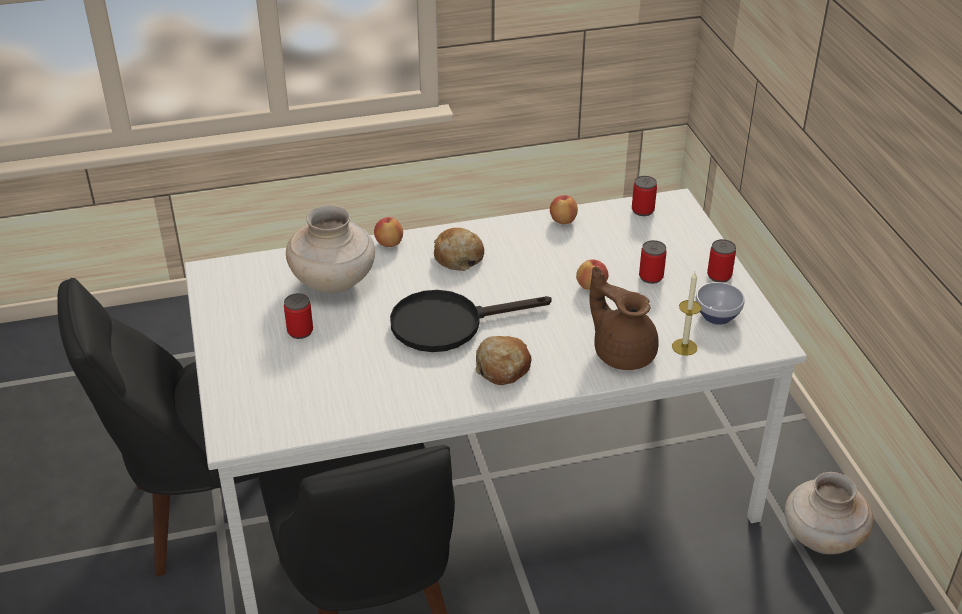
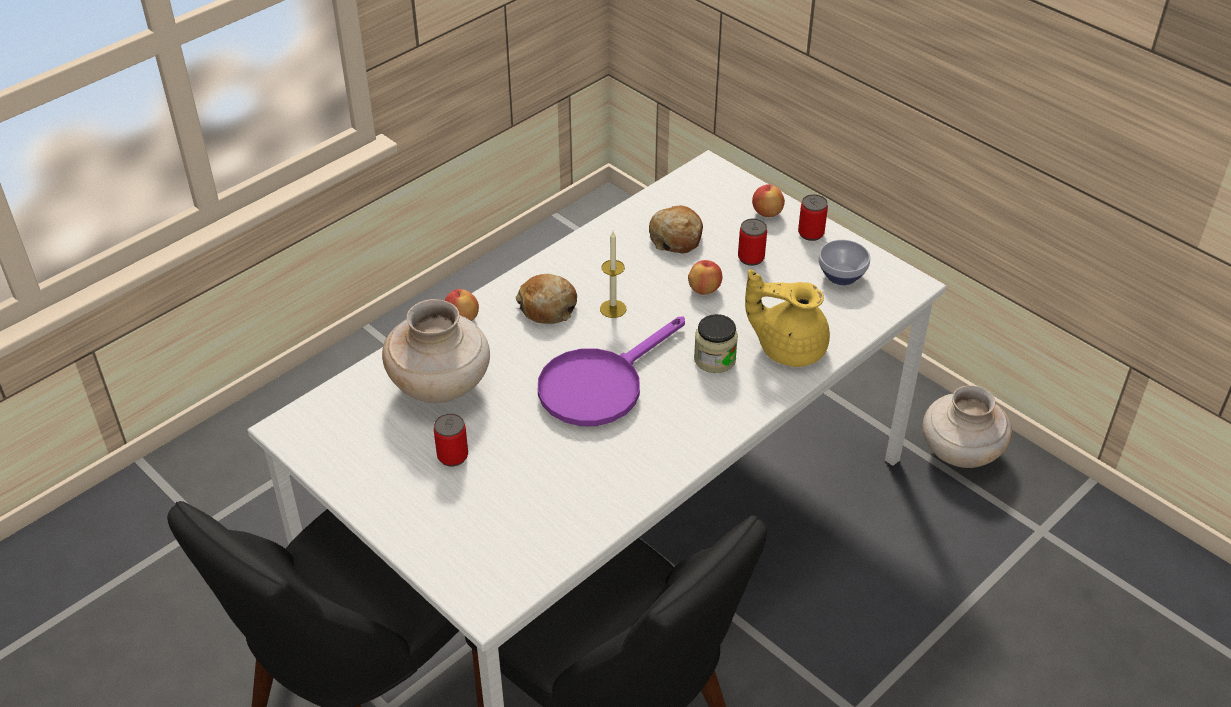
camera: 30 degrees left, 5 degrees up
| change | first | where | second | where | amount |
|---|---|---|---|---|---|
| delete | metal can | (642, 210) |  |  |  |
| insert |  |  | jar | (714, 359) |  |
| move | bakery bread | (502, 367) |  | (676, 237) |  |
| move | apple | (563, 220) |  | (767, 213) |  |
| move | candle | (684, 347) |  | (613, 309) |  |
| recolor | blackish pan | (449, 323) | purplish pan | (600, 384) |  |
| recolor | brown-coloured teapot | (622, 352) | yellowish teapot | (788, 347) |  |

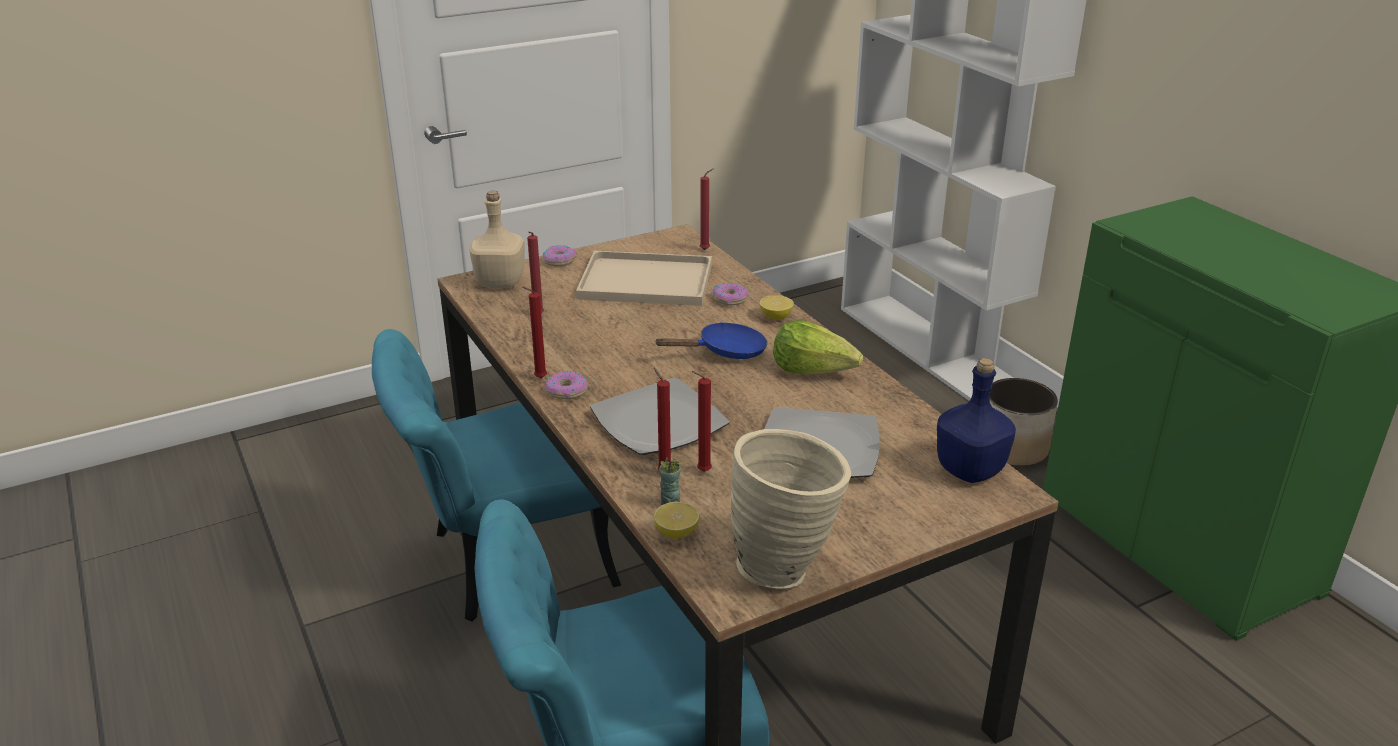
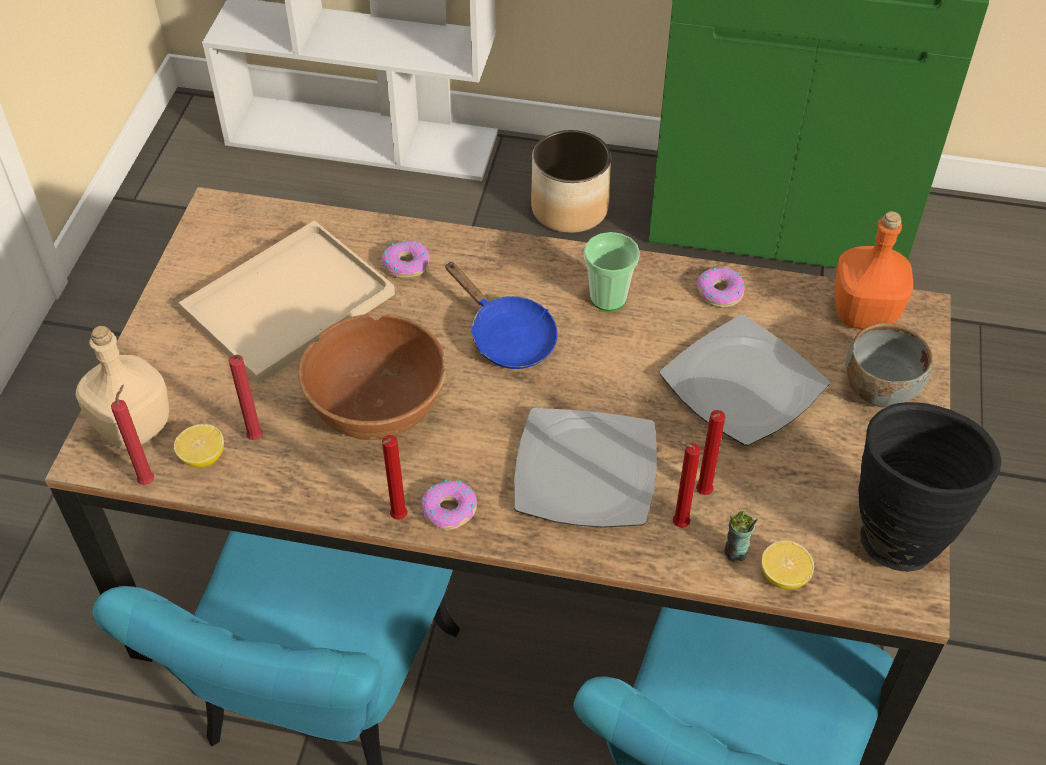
camera: 50 degrees left, 20 degrees up
| change | first | where | second | where | amount |
|---|---|---|---|---|---|
| insert |  |  | brown-coloured bowl | (377, 408) |  |
| insert |  |  | grey bowl | (879, 388) |  |
| move | ring doughnut | (559, 261) |  | (720, 292) |  |
| move | reddish candle | (706, 249) |  | (149, 480) |  |
| move | citrus fruit | (775, 317) |  | (203, 457) |  |
| replace | lettuce head | (813, 370) | drinking cup | (608, 298) |  |
| recolor | beige vase | (786, 567) | blackish vase | (898, 530) |  |
| recolor | bluish beverage bottle | (969, 470) | orange-coloured beverage bottle | (864, 314) |  |
| rotate | bluish pan | (725, 351) |  | (507, 336) | 120 degrees clockwise |

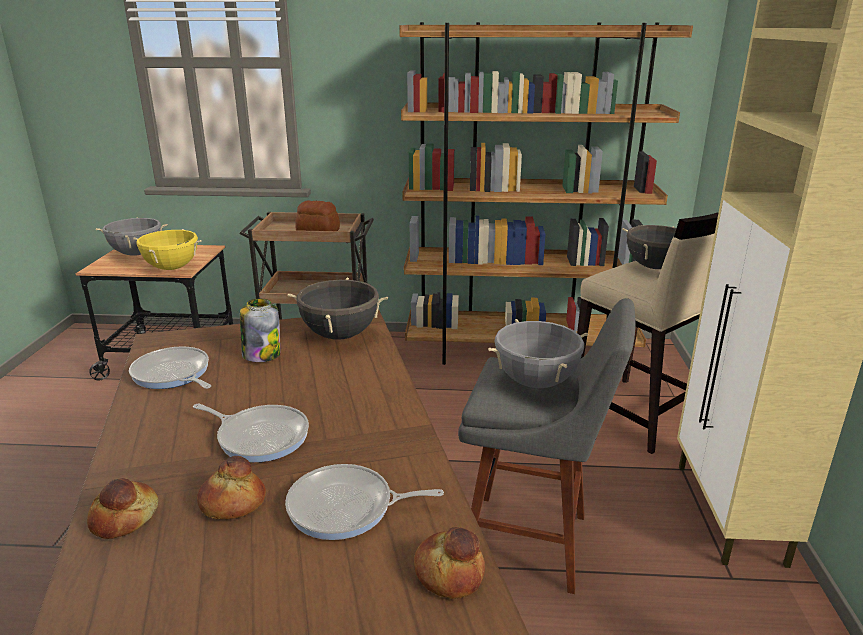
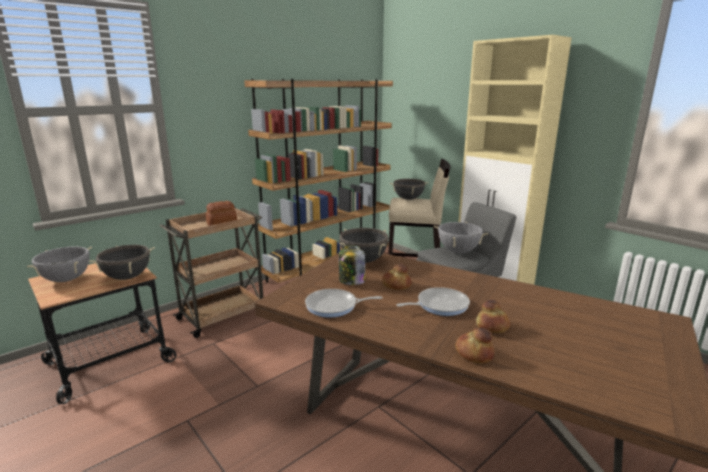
camera: 45 degrees left, 5 degrees down
| change | first | where | second | where | amount |
|---|---|---|---|---|---|
| delete | pan | (346, 508) |  |  |  |
| move | bakery bread | (450, 573) |  | (396, 285) |  |
| recolor | yellowish cooking pot | (172, 268) | blackish cooking pot | (127, 277) |  |

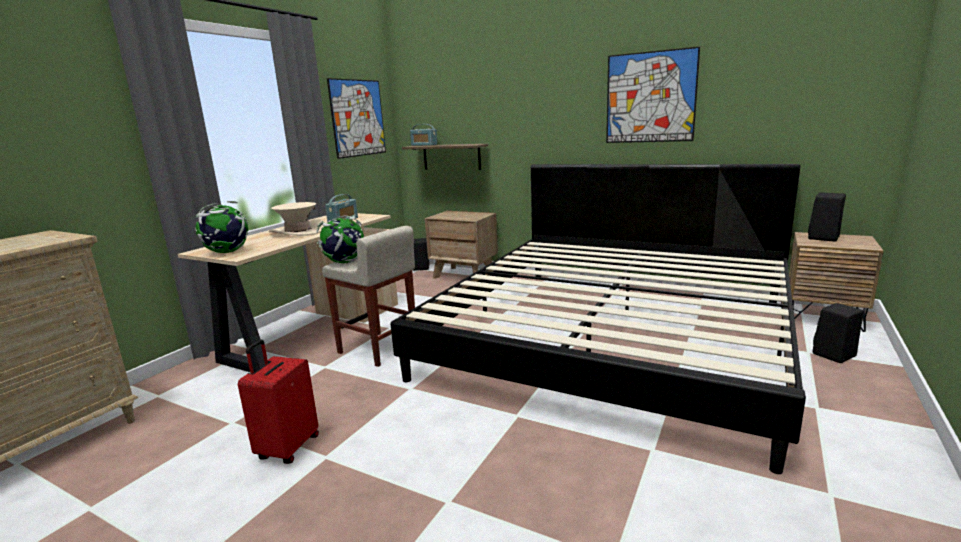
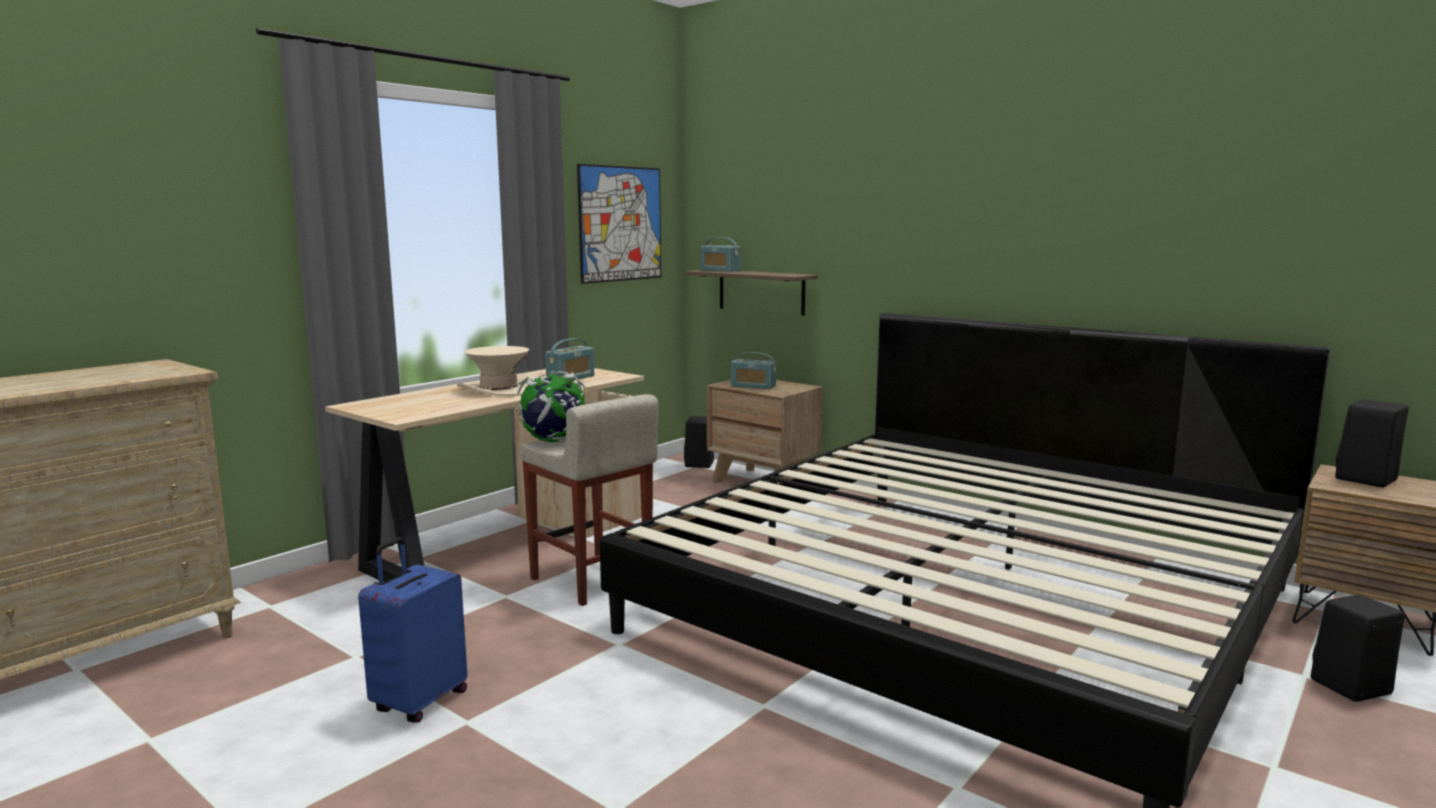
camera: 10 degrees right, 5 degrees down
| change | first | where | second | where | amount |
|---|---|---|---|---|---|
| delete | globe | (227, 252) |  |  |  |
| delete | wall picture | (650, 97) |  |  |  |
| insert |  |  | radio | (753, 386) |  |
| recolor | reddish travel case | (287, 448) | bluish travel case | (419, 702) |  |

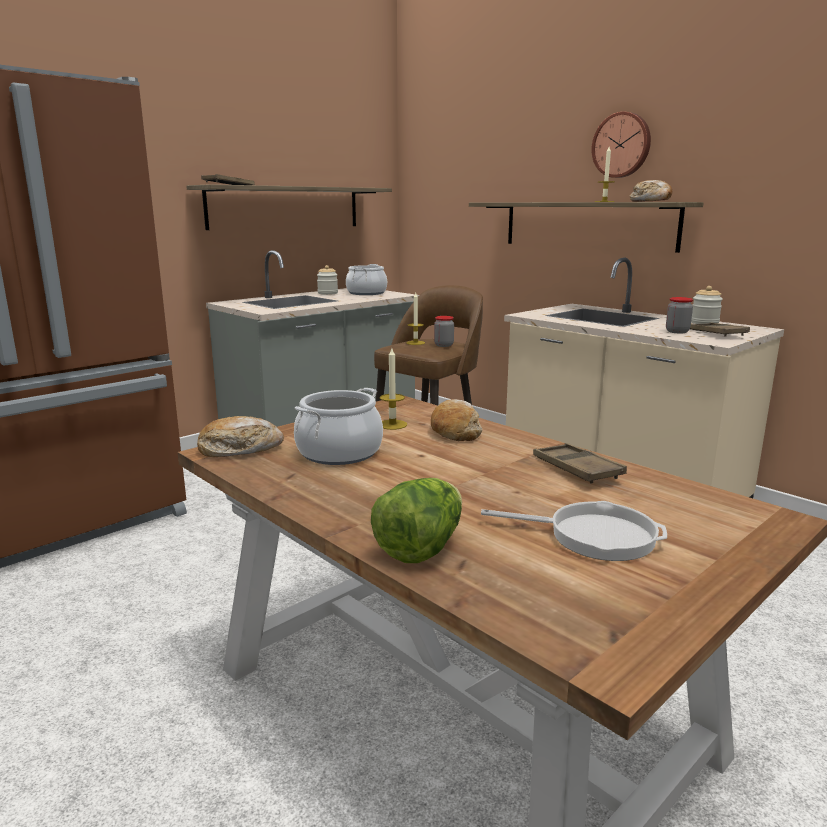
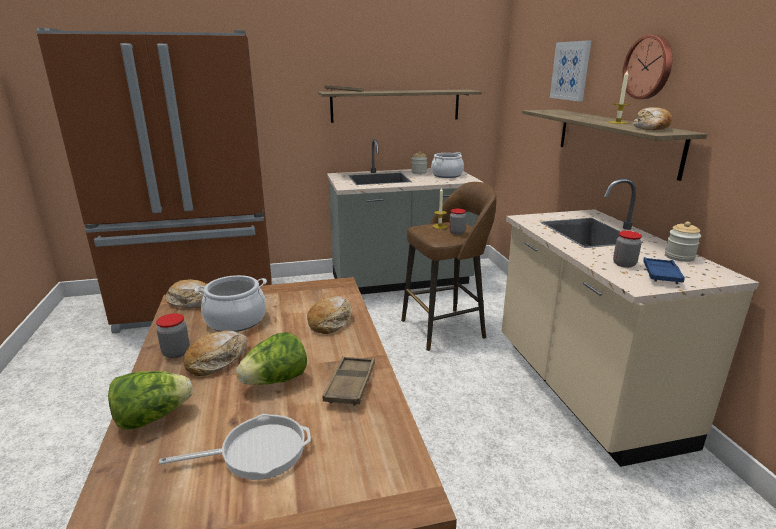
camera: 30 degrees right, 5 degrees up
| change | first | where | second | where | amount |
|---|---|---|---|---|---|
| delete | candle | (392, 424) |  |  |  |
| insert |  |  | jar | (176, 353) |  |
| insert |  |  | bakery bread | (217, 360) |  |
| insert |  |  | lettuce head | (275, 380) |  |
| insert |  |  | wall picture | (570, 71) |  |
| recolor | brown-coloured carrying tray | (716, 333) | bluish carrying tray | (661, 274) |  |
| rotate | pan | (593, 536) |  | (257, 451) | 60 degrees counterclockwise |

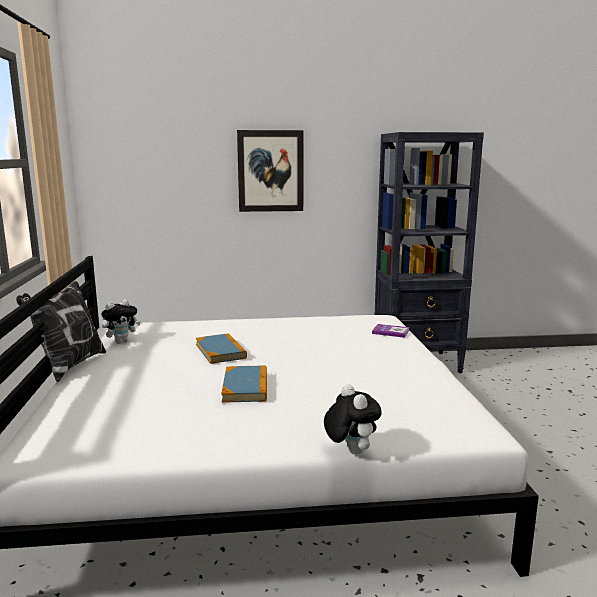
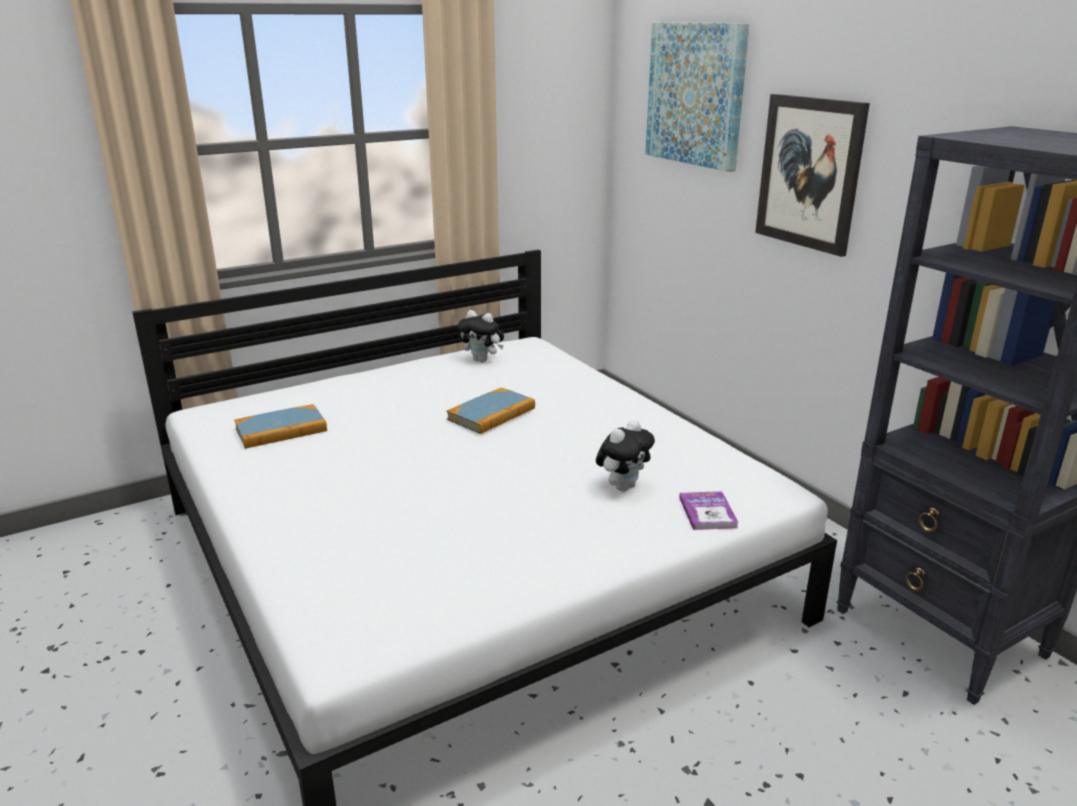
camera: 65 degrees right, 10 degrees up
| change | first | where | second | where | amount |
|---|---|---|---|---|---|
| delete | pillow | (69, 366) |  |  |  |
| insert |  |  | wall picture | (696, 94) |  |
| move | volume | (245, 387) |  | (281, 430) |  |
| move | soft toy | (350, 451) |  | (623, 486) |  |

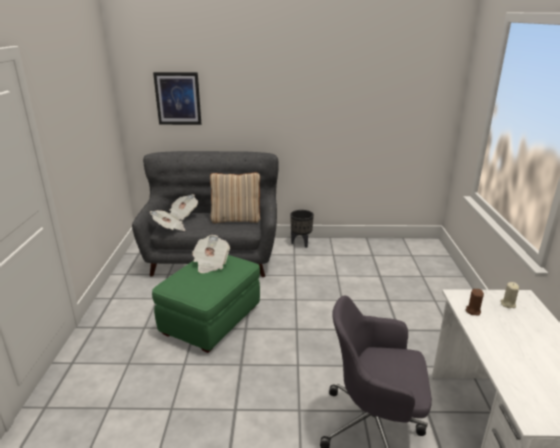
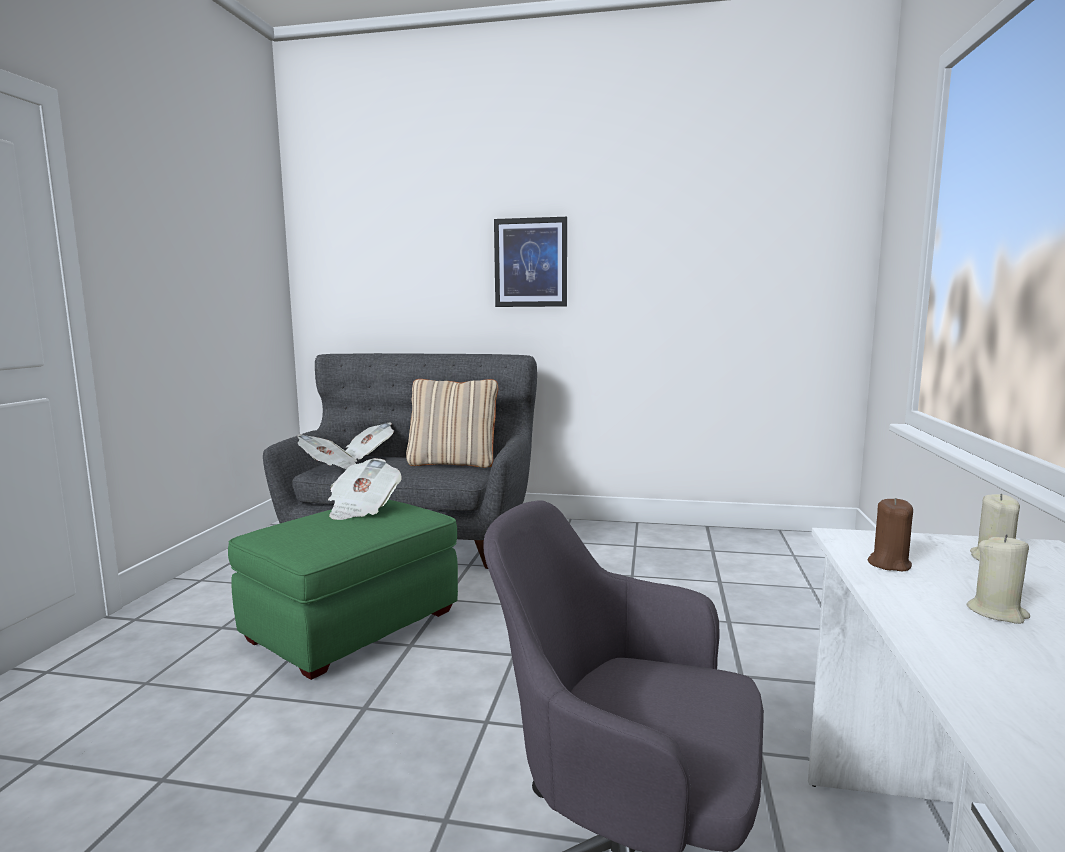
camera: 10 degrees right, 15 degrees down
| change | first | where | second | where | amount |
|---|---|---|---|---|---|
| delete | blackish plant pot | (301, 243) |  |  |  |
| insert |  |  | beige candle | (997, 613) |  |
| move | wall picture | (178, 98) |  | (530, 263) |  |

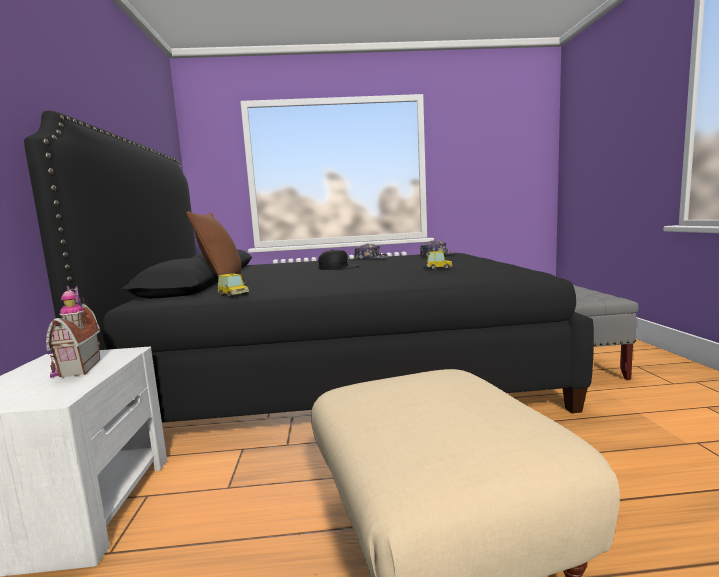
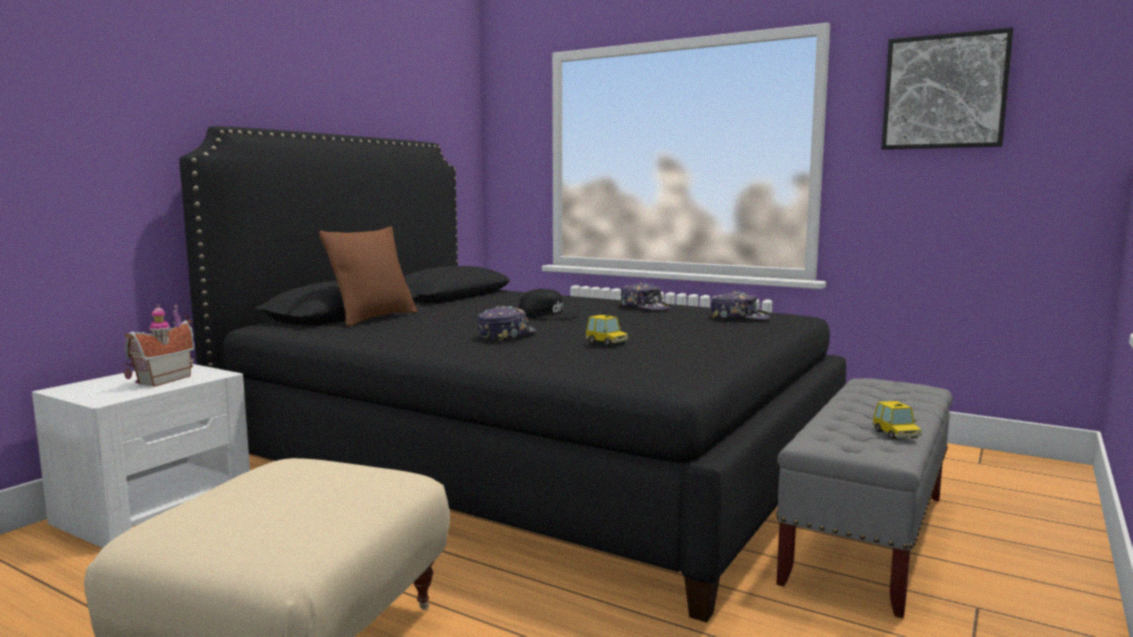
camera: 35 degrees right, 0 degrees up
| change | first | where | second | where | amount |
|---|---|---|---|---|---|
| insert |  |  | baseball cap | (506, 335) |  |
| insert |  |  | wall picture | (944, 92) |  |
| move | miniature car | (233, 295) |  | (896, 434) |  |

